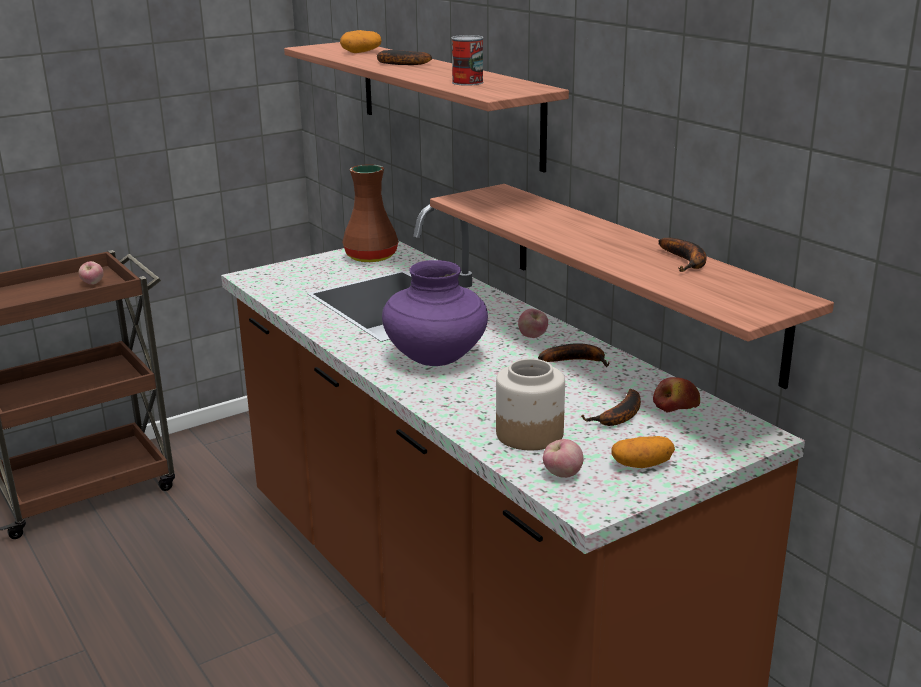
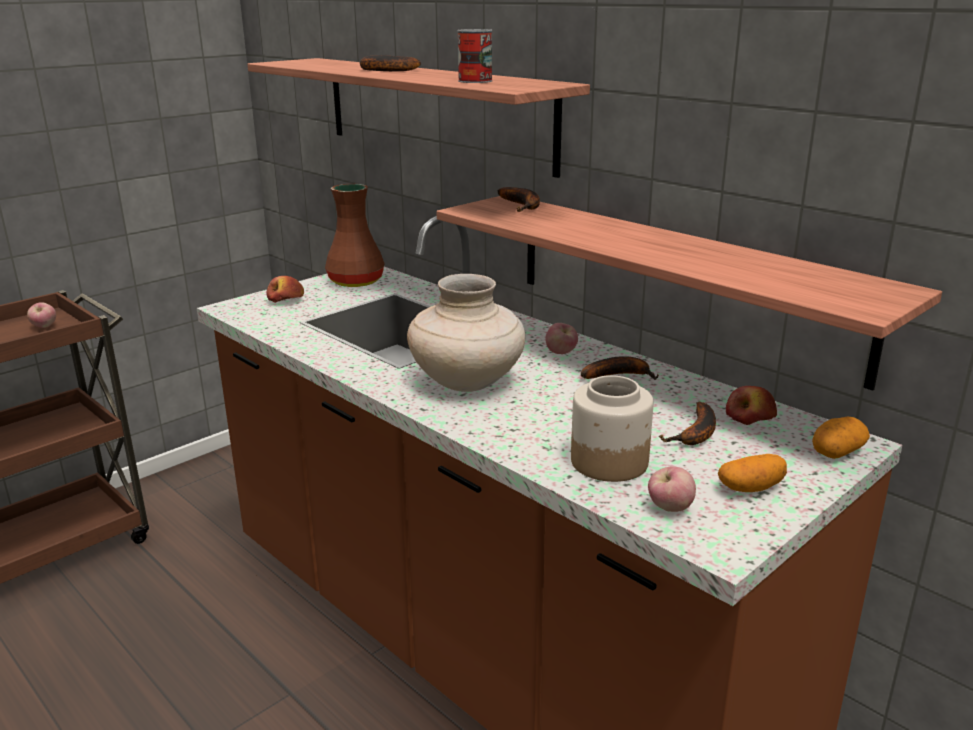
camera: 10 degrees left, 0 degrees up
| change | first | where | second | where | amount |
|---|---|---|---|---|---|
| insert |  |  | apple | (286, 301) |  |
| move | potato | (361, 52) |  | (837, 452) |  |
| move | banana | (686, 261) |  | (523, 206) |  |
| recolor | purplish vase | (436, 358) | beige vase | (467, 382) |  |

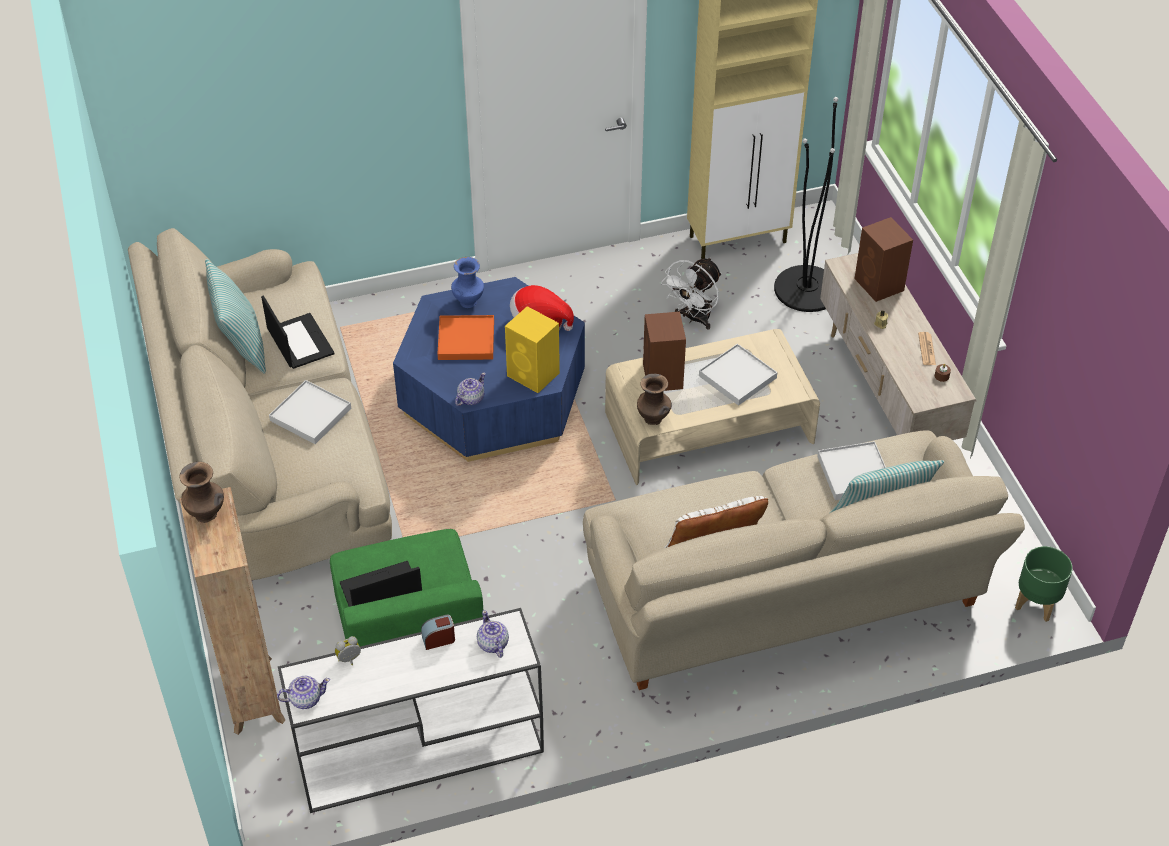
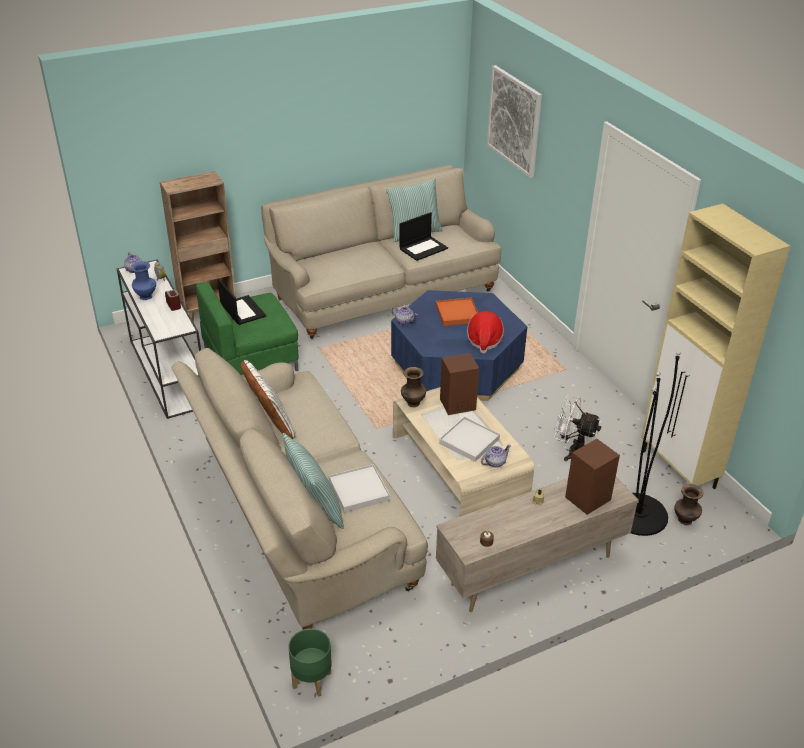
camera: 80 degrees right, 10 degrees down
| change | first | where | second | where | amount |
|---|---|---|---|---|---|
| delete | white carrying tray | (310, 414) |  |  |  |
| delete | yellowish loudspeaker | (534, 375) |  |  |  |
| delete | newspaper | (927, 349) |  |  |  |
| insert |  |  | wall picture | (514, 121) |  |
| move | brown-coloured vase | (207, 515) |  | (685, 521) |  |
| move | bluish vase | (468, 302) |  | (146, 297) |  |
| move | teapot | (492, 644) |  | (494, 462) |  |

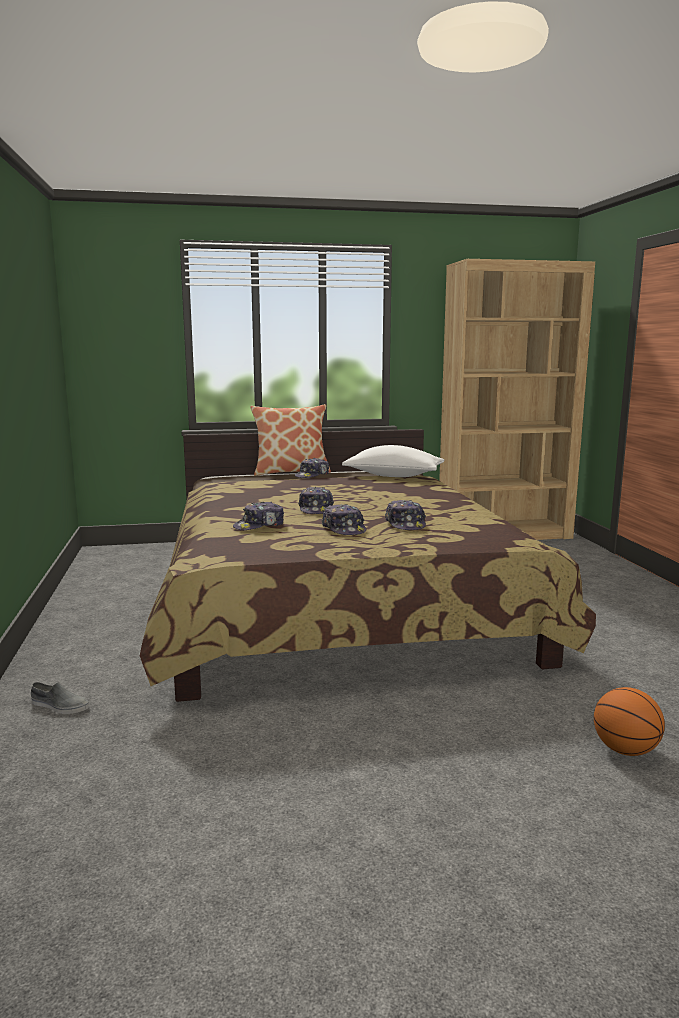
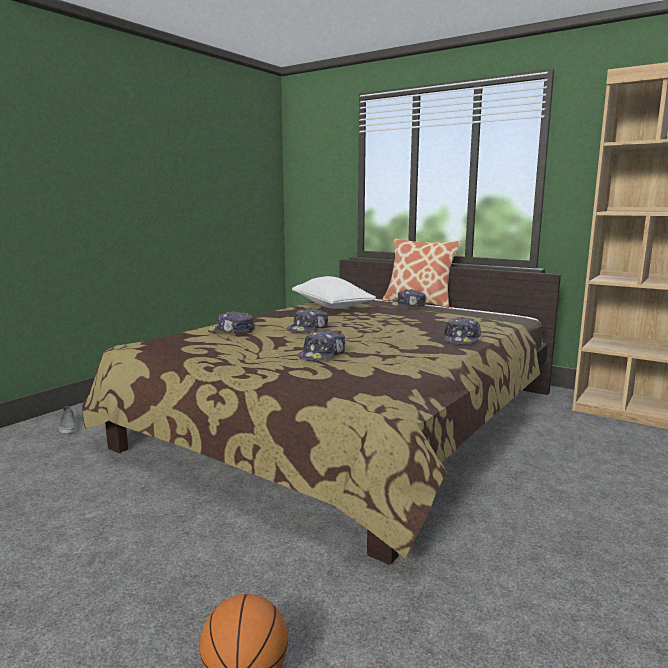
camera: 45 degrees right, 0 degrees up
| change | first | where | second | where | amount |
|---|---|---|---|---|---|
| move | baseball cap | (344, 529) |  | (461, 339) |  |
| move | white pillow | (393, 476) |  | (331, 306) |  |

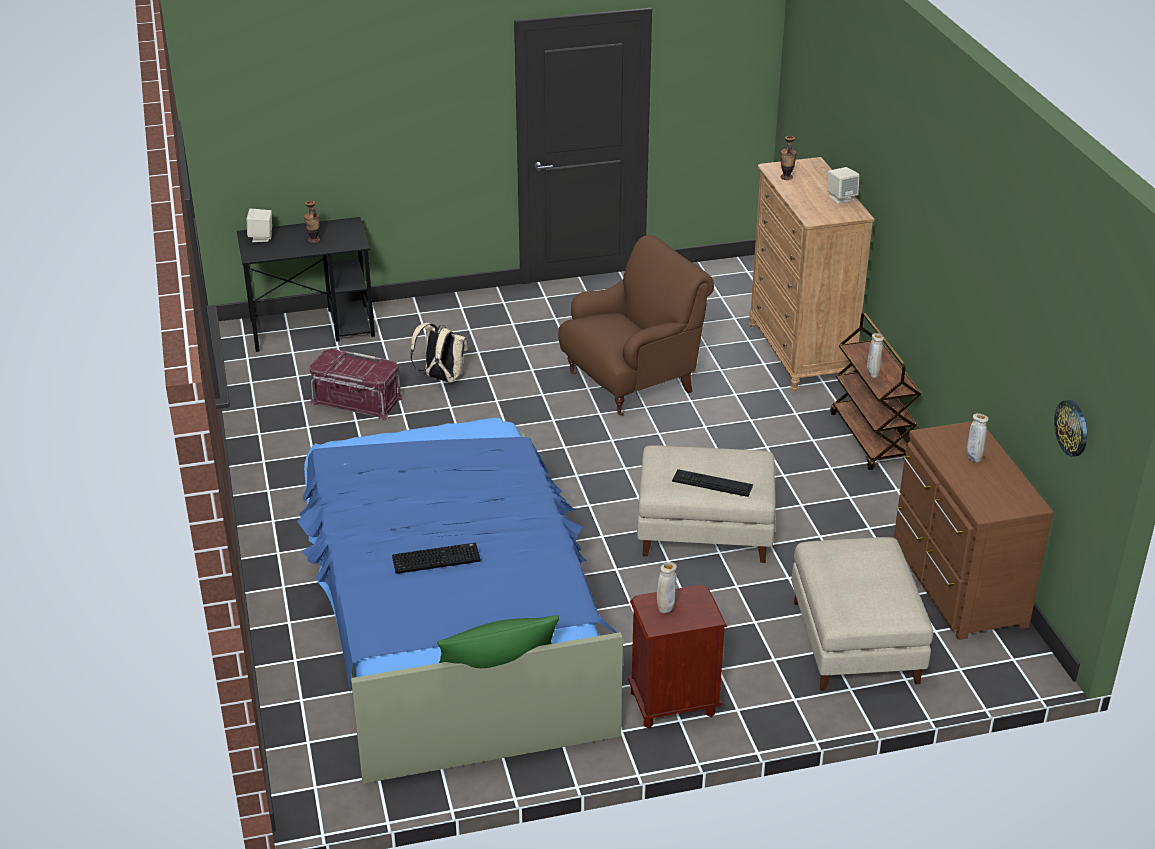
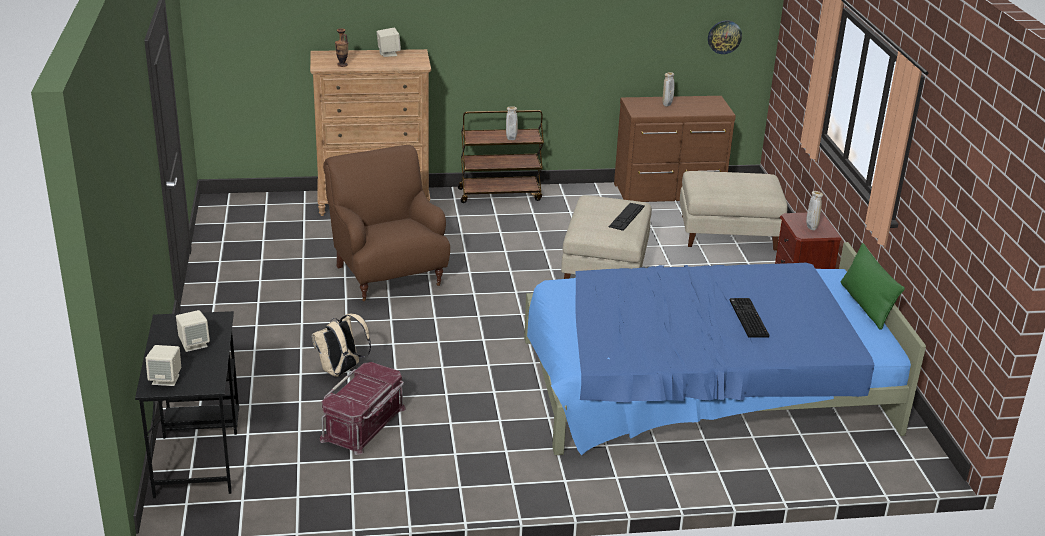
camera: 85 degrees left, 5 degrees down
| change | first | where | second | where | amount |
|---|---|---|---|---|---|
| replace | vase | (314, 240) | beige loudspeaker | (194, 344) |  |

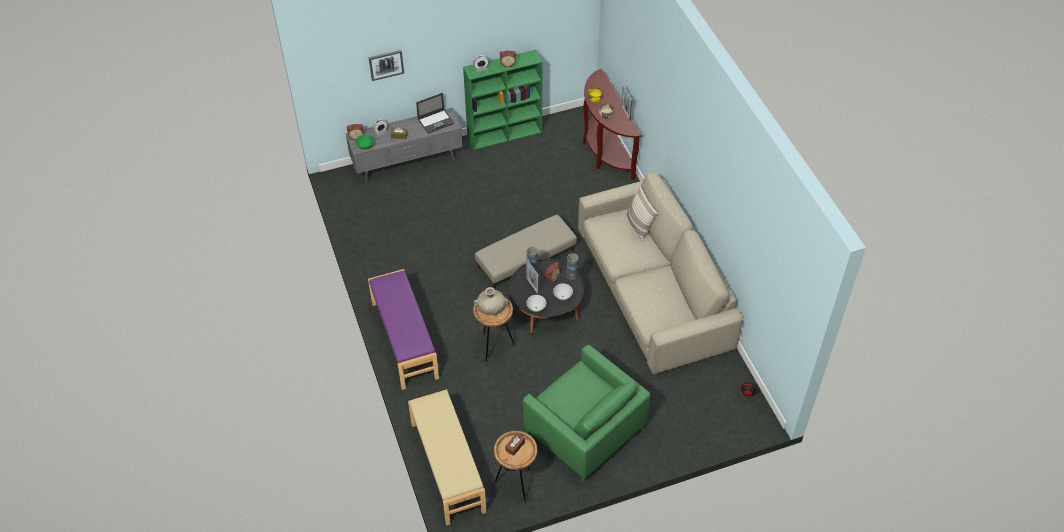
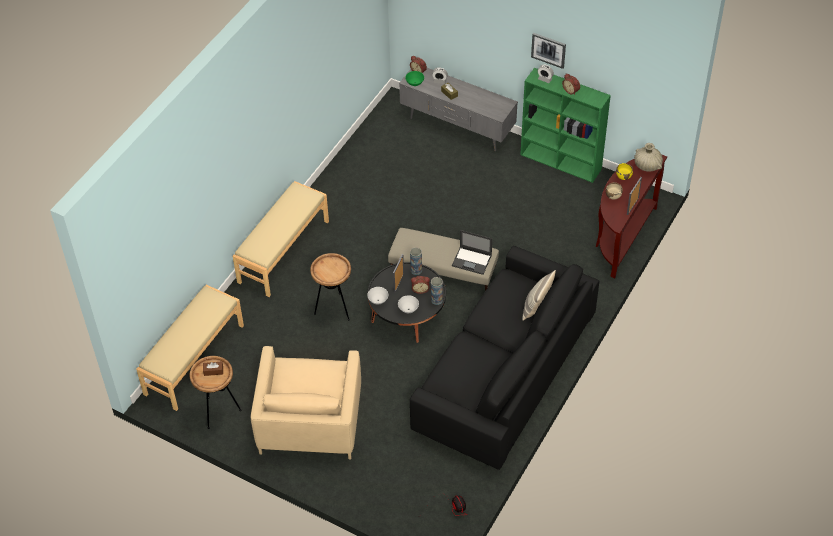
camera: 50 degrees right, 0 degrees up
| change | first | where | second | where | amount |
|---|---|---|---|---|---|
| move | wall picture | (386, 64) |  | (548, 50) |  |
| move | portable computer | (436, 121) |  | (472, 260) |  |
| move | beige vase | (491, 308) |  | (647, 166) |  |
| recolor | purplish bench | (404, 340) | beige bench | (283, 251) |  |
| recolor | green-coloured easy chair | (584, 431) | beige easy chair | (309, 422) |  |
| recolor | beige couch | (652, 288) | blackish couch | (504, 370) |  |

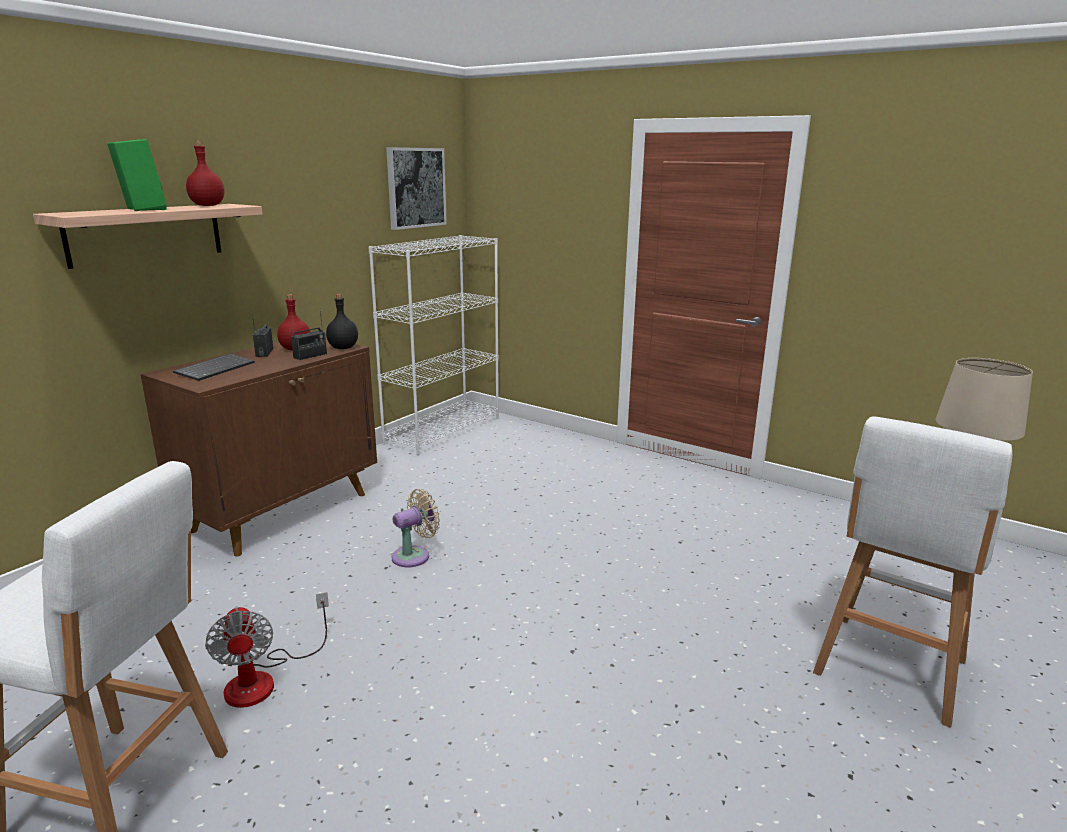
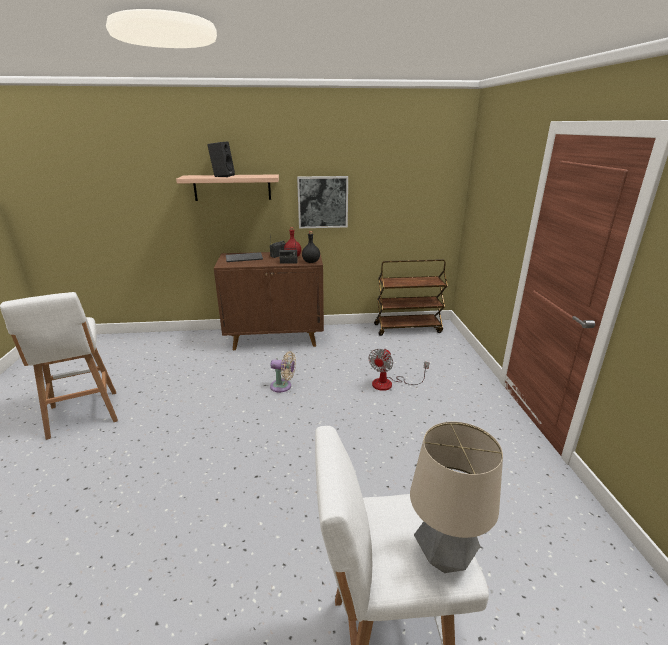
camera: 50 degrees right, 5 degrees up
| change | first | where | second | where | amount |
|---|---|---|---|---|---|
| delete | reddish beverage bottle | (208, 205) |  |  |  |
| move | fan | (264, 679) |  | (389, 384) |  |
| move | wall picture | (416, 188) |  | (322, 202) |  |
| replace | white bookcase | (443, 430) | brown-coloured cart | (408, 328) |  |
| recolor | green-coloured loudspeaker | (141, 209) | blackish loudspeaker | (223, 176) |  |

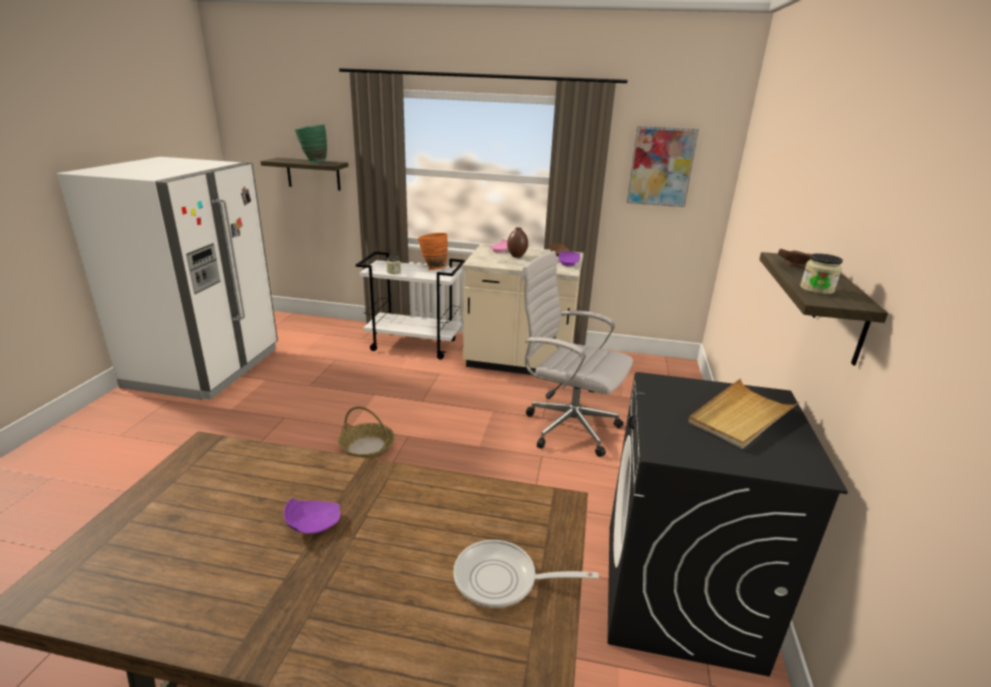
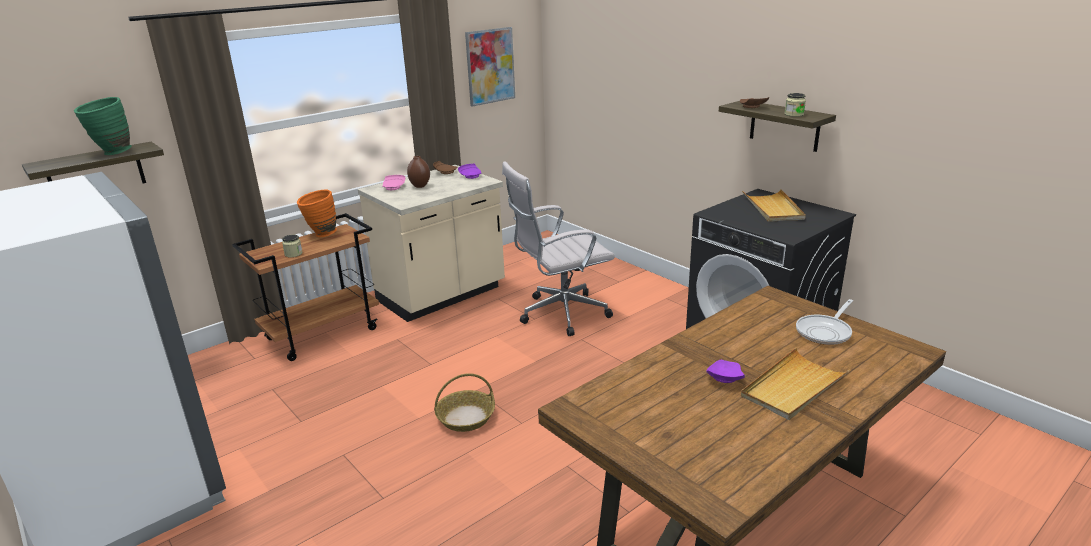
camera: 50 degrees left, 0 degrees up
| change | first | where | second | where | amount |
|---|---|---|---|---|---|
| insert |  |  | beige carrying tray | (793, 387) |  |
| recolor | white cart | (414, 345) | brown-coloured cart | (323, 333) |  |

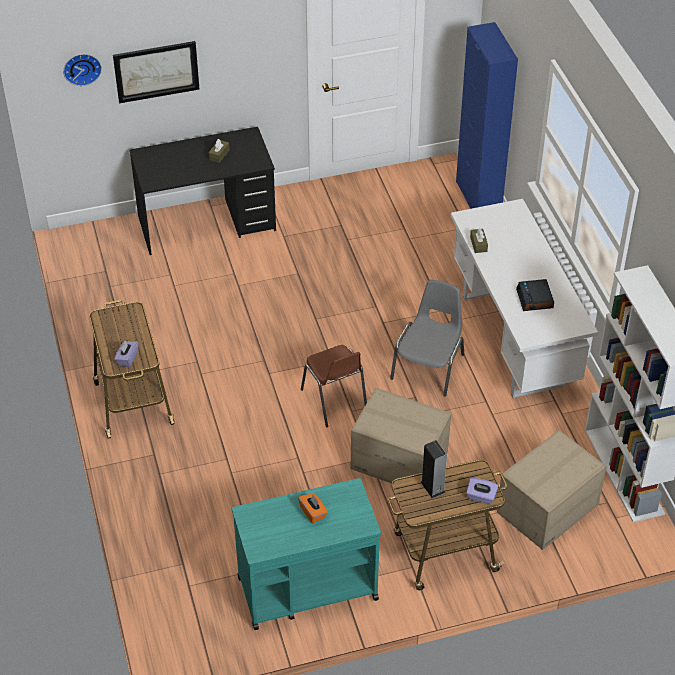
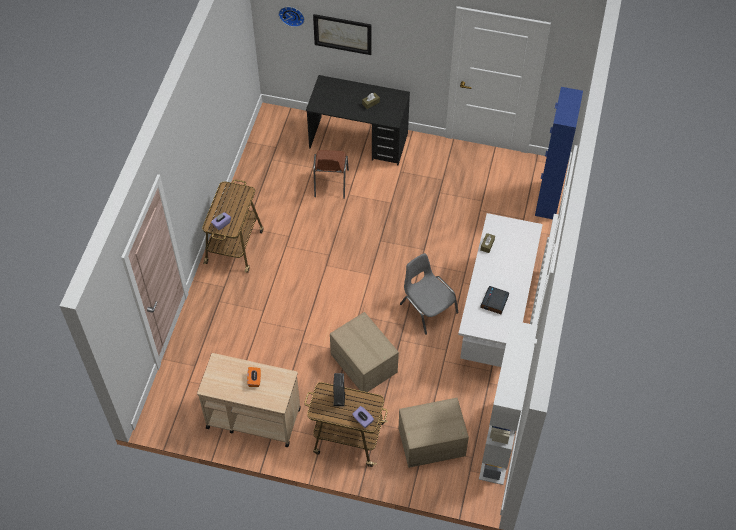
camera: 30 degrees right, 10 degrees up
| change | first | where | second | where | amount |
|---|---|---|---|---|---|
| move | brown-coloured upright chair | (334, 401) |  | (330, 183) |  |
| recolor | blue-green cart | (306, 588) | beige cart | (253, 417) |  |
| rotate | grey upright chair | (429, 366) |  | (428, 308) | 90 degrees counterclockwise |

